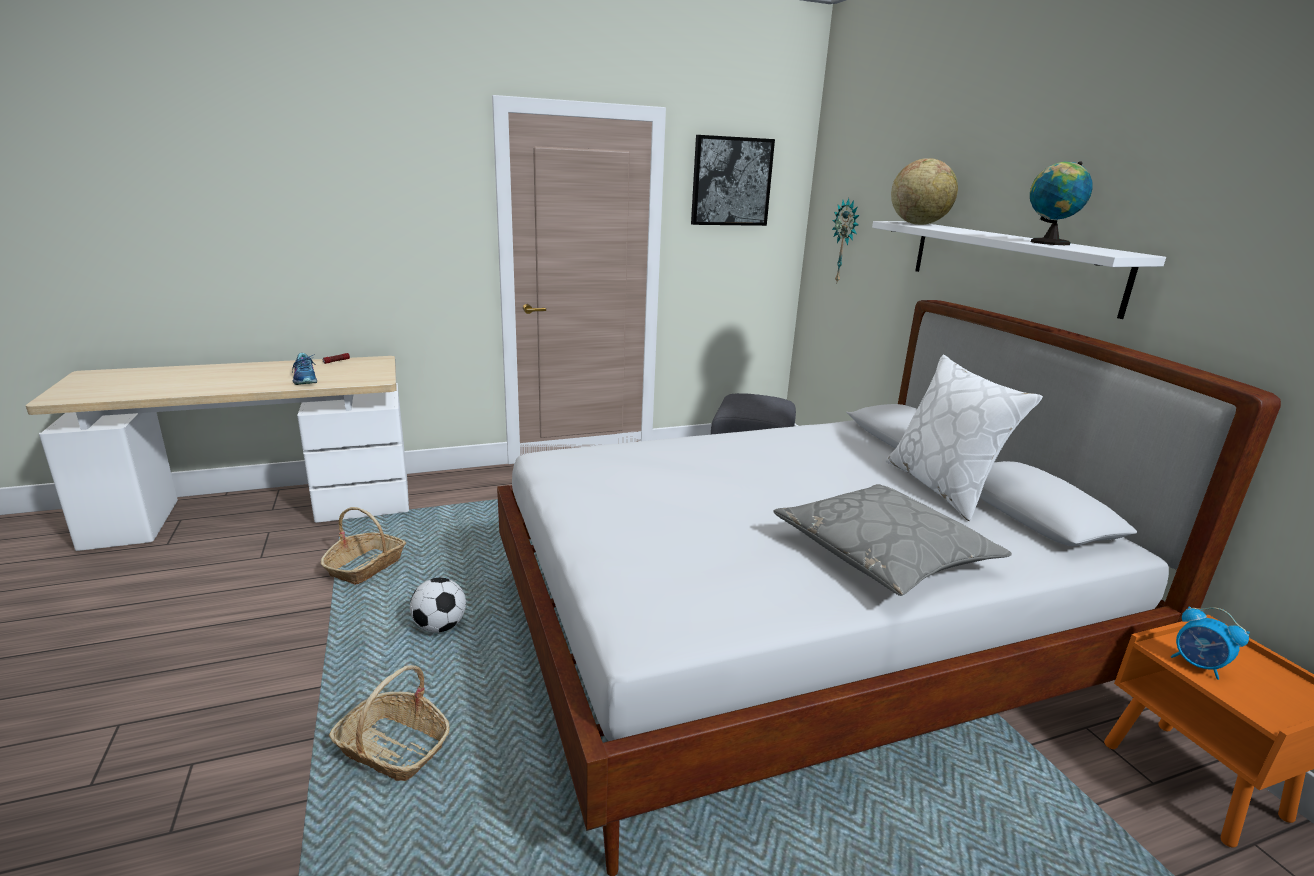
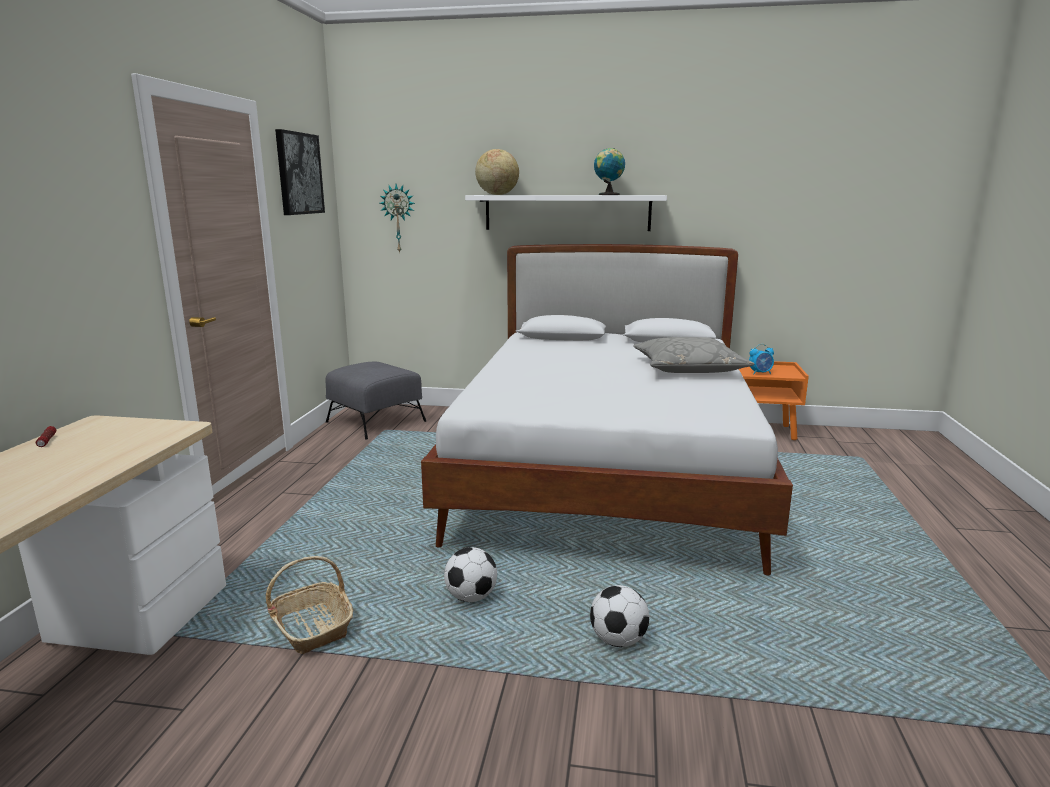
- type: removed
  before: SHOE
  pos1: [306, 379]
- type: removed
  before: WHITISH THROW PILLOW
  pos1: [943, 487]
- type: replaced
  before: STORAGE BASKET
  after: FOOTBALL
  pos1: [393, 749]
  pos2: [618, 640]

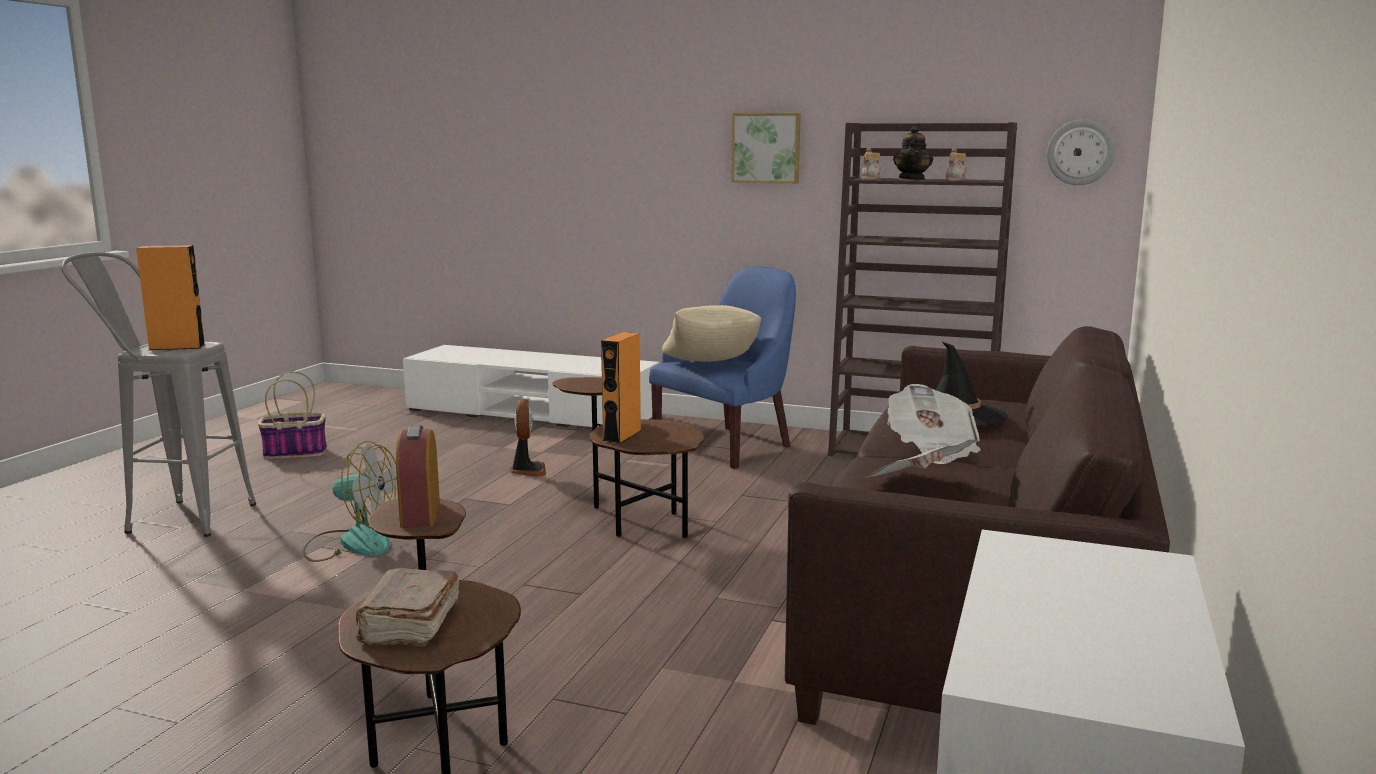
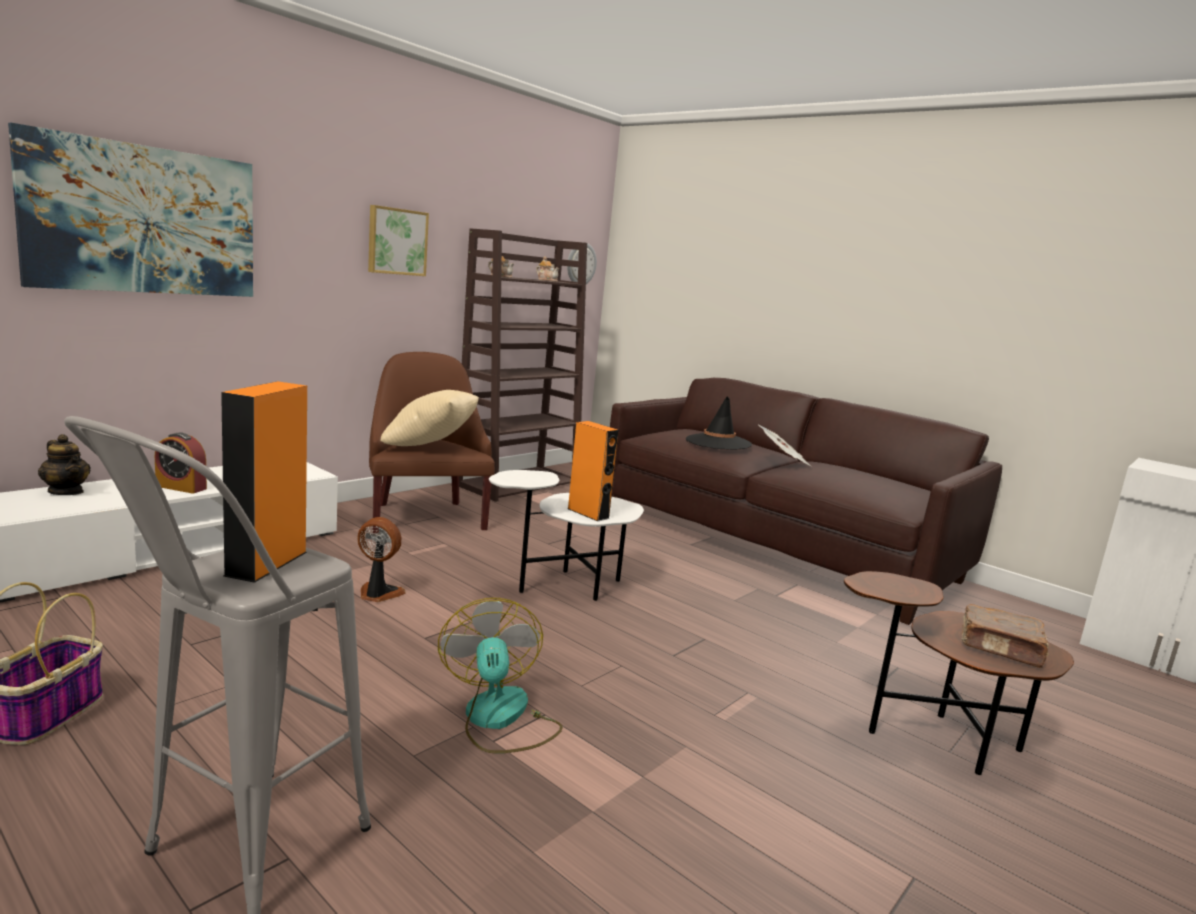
- type: moved
  before: TEA POT
  pos1: [912, 179]
  pos2: [66, 491]
- type: recoloured
  before: BLUE-COLOURED EASY CHAIR
  after: BROWN-COLOURED EASY CHAIR
  pos1: [728, 445]
  pos2: [425, 516]
- type: recoloured
  before: BROWN-COLOURED END TABLE
  after: WHITISH END TABLE
  pos1: [633, 520]
  pos2: [565, 587]
- type: moved
  before: ALARM CLOCK
  pos1: [420, 514]
  pos2: [181, 487]
- type: removed
  before: NEWSPAPER
  pos1: [918, 487]
- type: turned
  before: COOLING FAN
  pos1: [352, 543]
  pos2: [499, 719]
  turn: -45
- type: added
  after: PICTURE
  pos2: [143, 220]

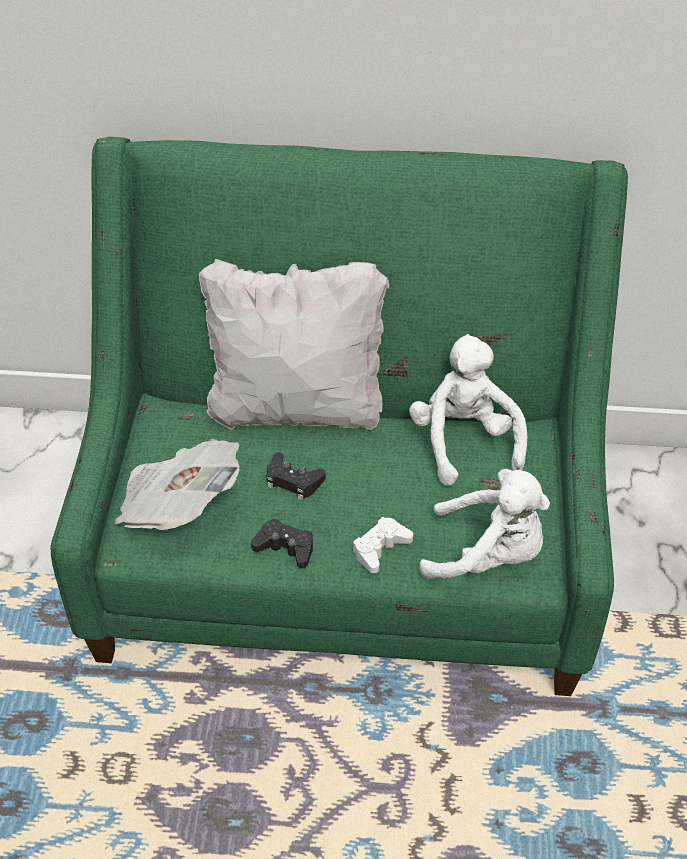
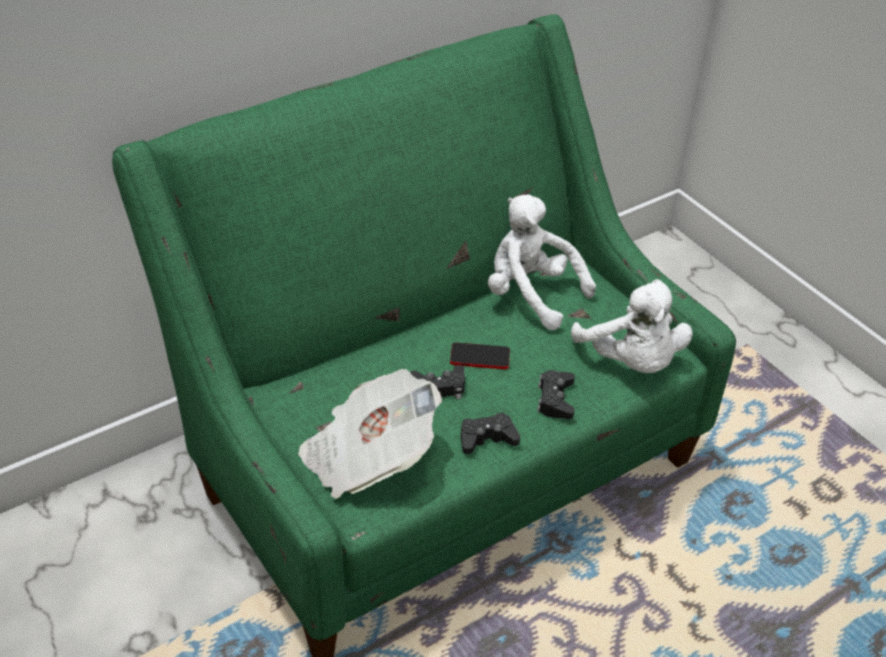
- type: removed
  before: WHITISH THROW PILLOW
  pos1: [296, 408]
- type: turned
  before: WHITISH CUDDLY TOY
  pos1: [488, 555]
  pos2: [631, 362]
  turn: 90
- type: recoloured
  before: WHITISH GAME CONTROLLER
  after: BLACK GAME CONTROLLER
  pos1: [380, 548]
  pos2: [555, 399]
- type: added
  after: PHONE
  pos2: [480, 357]

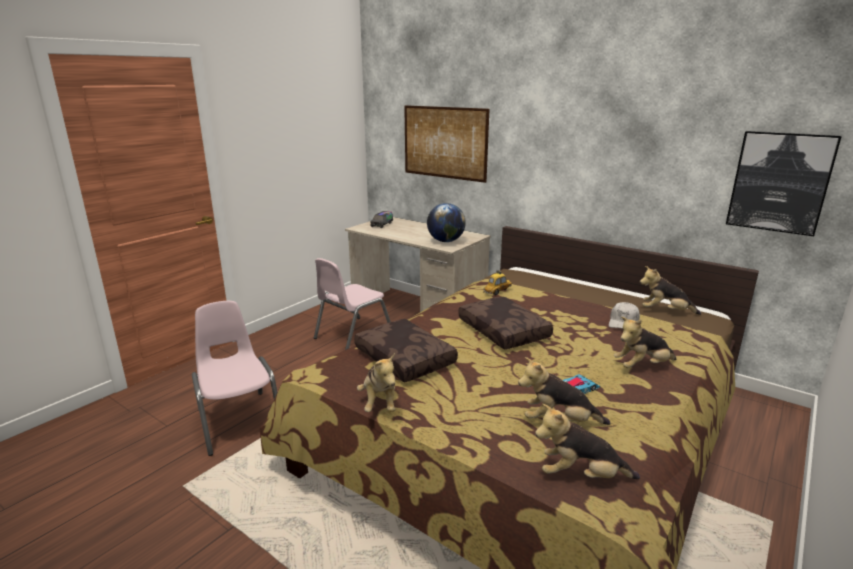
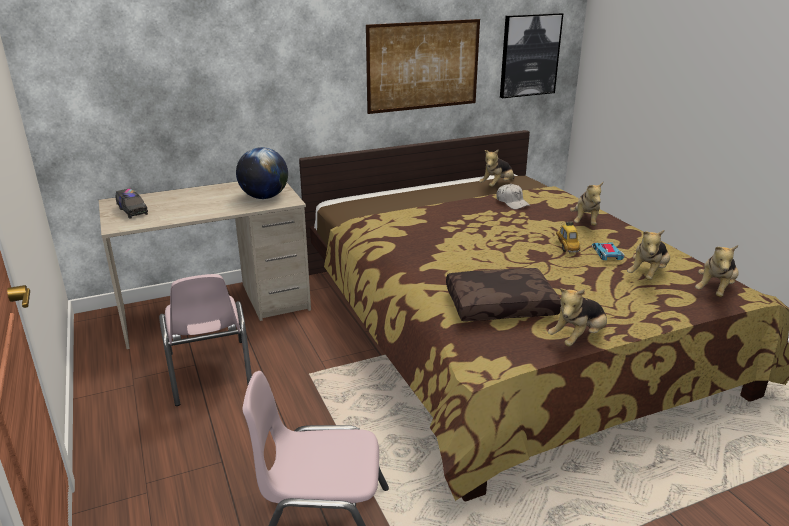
- type: moved
  before: PICTURE
  pos1: [444, 142]
  pos2: [423, 66]
- type: moved
  before: MODEL CAR
  pos1: [498, 291]
  pos2: [566, 247]
- type: removed
  before: BROWN-COLOURED THROW PILLOW
  pos1: [504, 331]
- type: turned
  before: CUDDLY TOY
  pos1: [380, 402]
  pos2: [578, 338]
  turn: 120

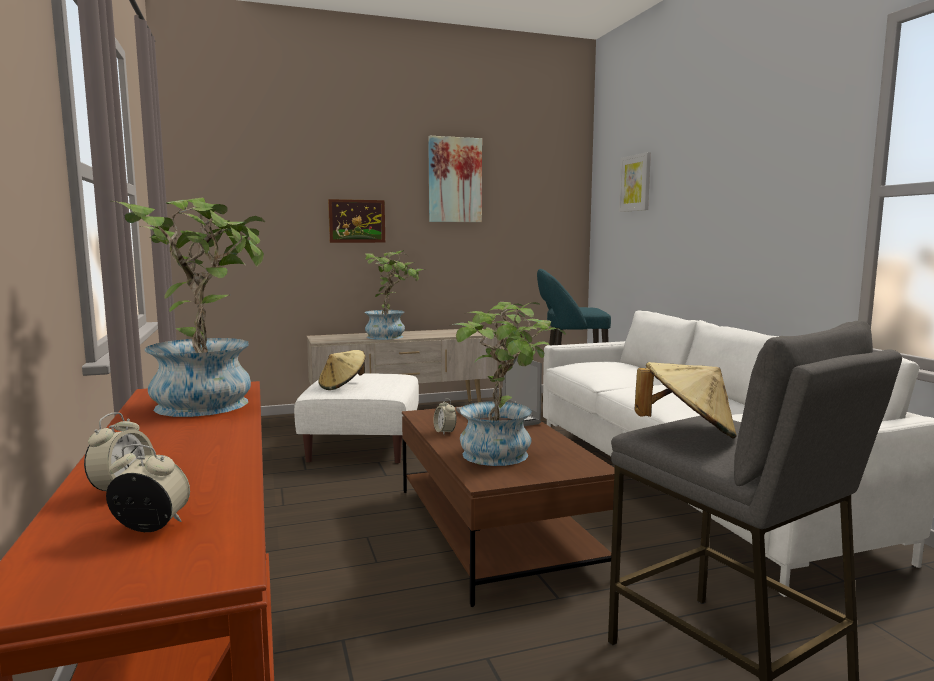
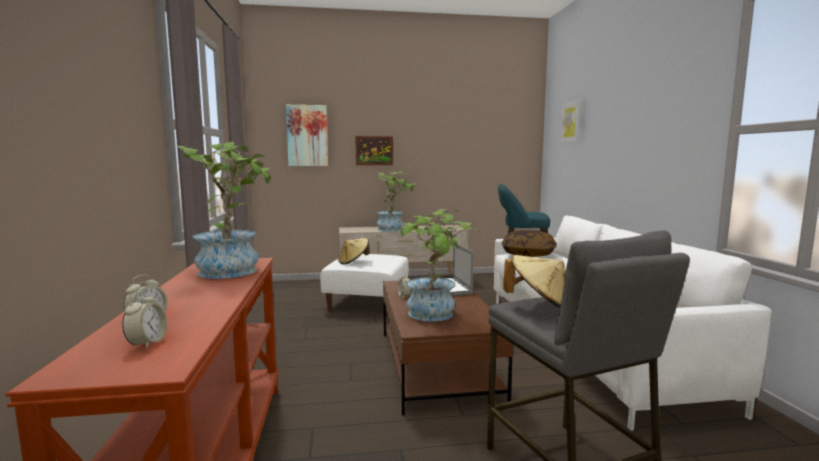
- type: moved
  before: PICTURE
  pos1: [454, 180]
  pos2: [307, 135]
- type: turned
  before: ALARM CLOCK
  pos1: [151, 527]
  pos2: [147, 343]
  turn: 75
- type: added
  after: THROW PILLOW
  pos2: [528, 254]

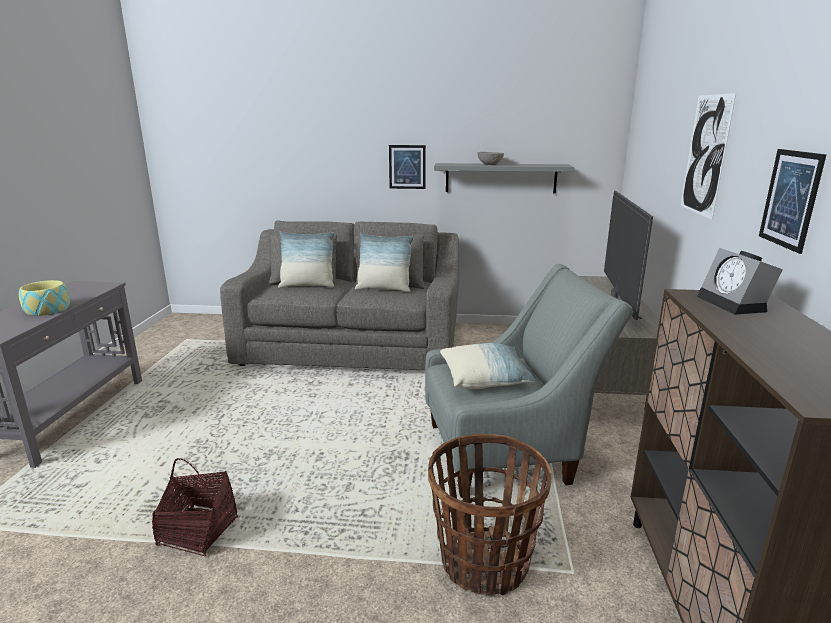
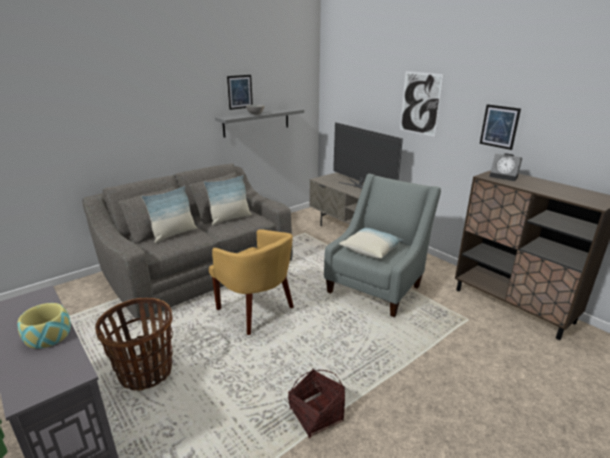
- type: moved
  before: PICTURE
  pos1: [407, 167]
  pos2: [240, 92]
- type: moved
  before: STORAGE BASKET
  pos1: [483, 562]
  pos2: [145, 372]
- type: added
  after: YELLOWISH EASY CHAIR
  pos2: [256, 311]

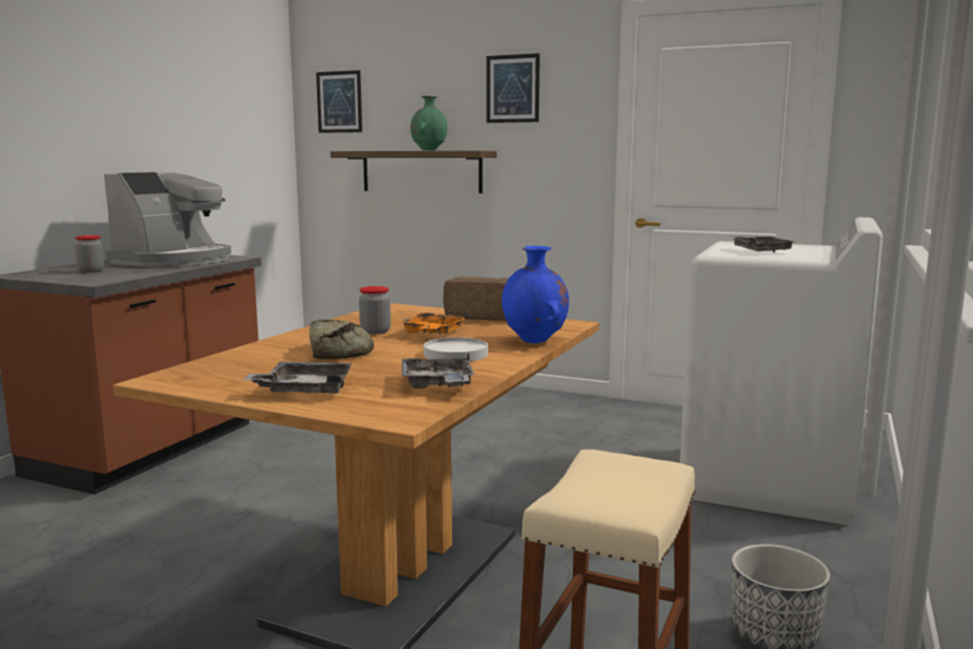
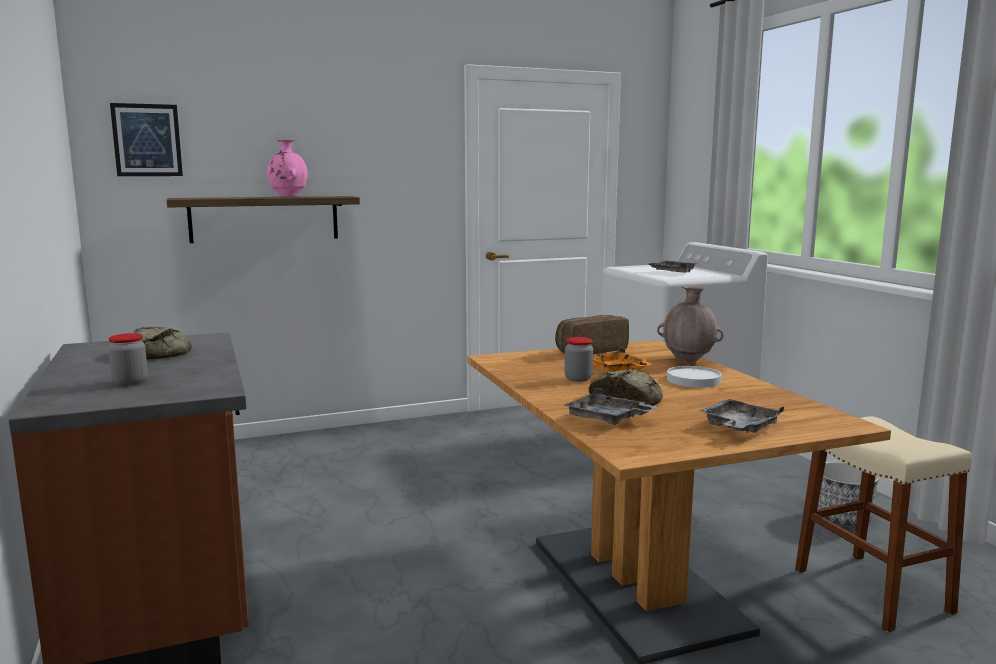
- type: removed
  before: PICTURE
  pos1: [512, 88]
- type: recoloured
  before: GREENISH DECORATIVE VASE
  after: PINK-COLOURED DECORATIVE VASE
  pos1: [429, 150]
  pos2: [288, 197]
- type: replaced
  before: COFFEE MACHINE
  after: BAKED BREAD
  pos1: [174, 261]
  pos2: [161, 352]
- type: recoloured
  before: BLUE-COLOURED DECORATIVE VASE
  after: BROWN-COLOURED DECORATIVE VASE
  pos1: [535, 341]
  pos2: [688, 360]
- type: moved
  before: GRAY CARRYING TRAY
  pos1: [437, 385]
  pos2: [608, 419]

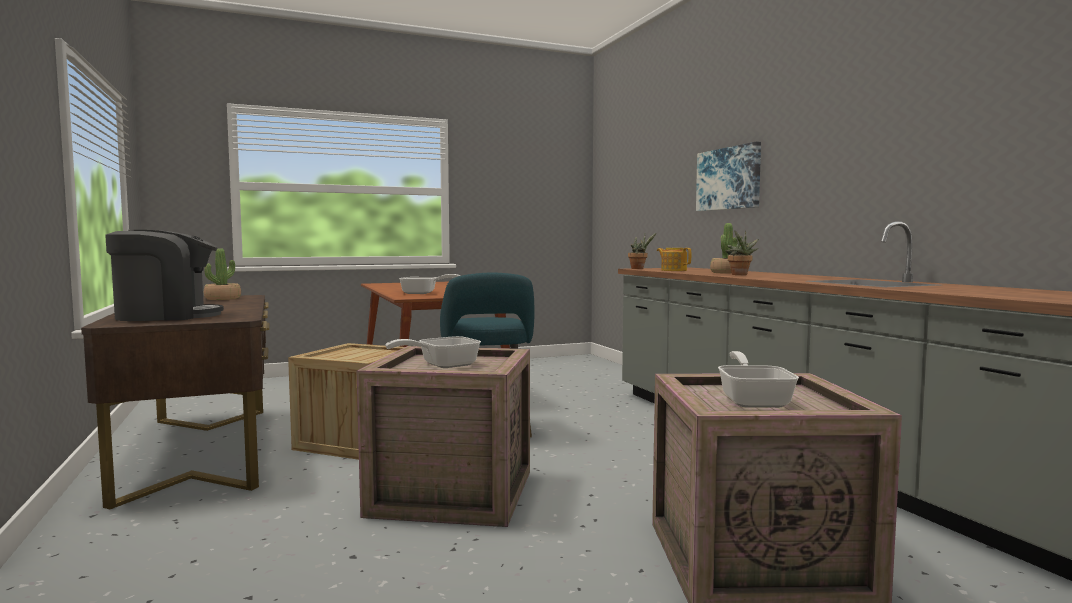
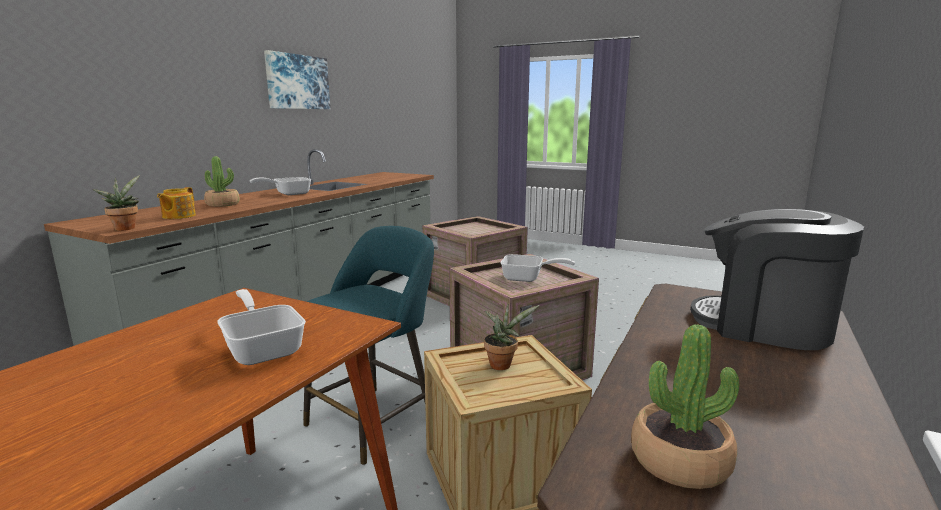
- type: moved
  before: PICTURE
  pos1: [729, 178]
  pos2: [297, 82]
- type: moved
  before: POTTED PLANT
  pos1: [740, 275]
  pos2: [502, 364]
- type: moved
  before: SKILLET
  pos1: [753, 400]
  pos2: [288, 194]

